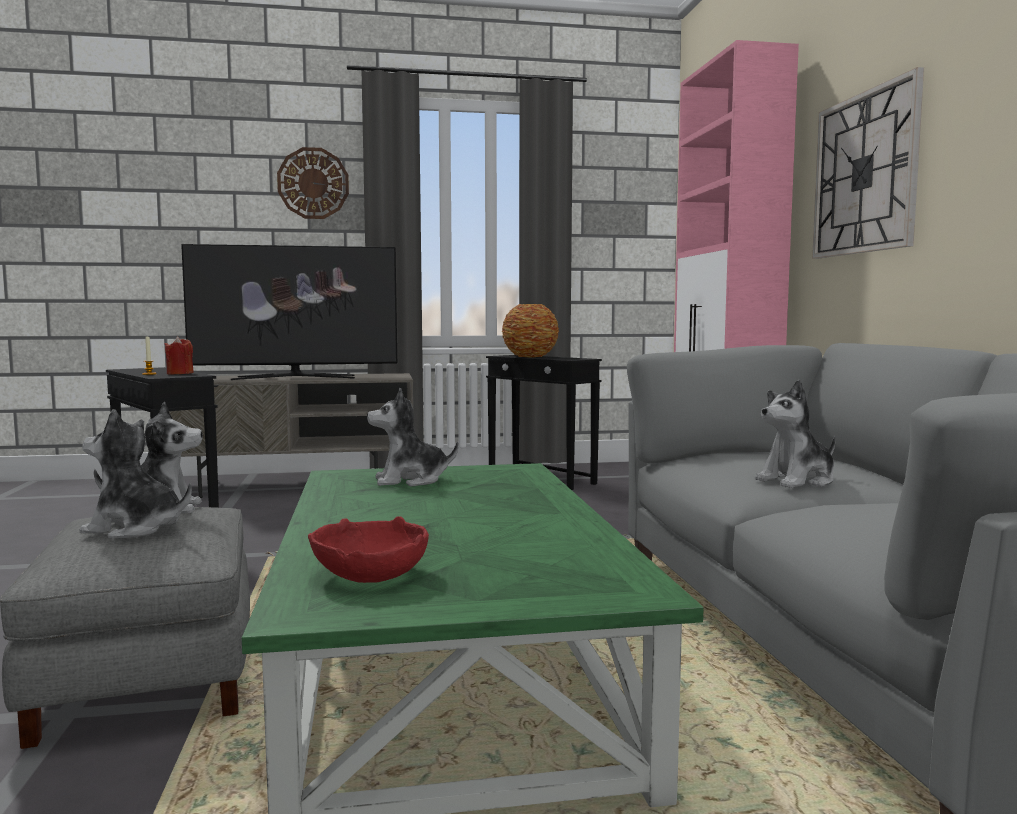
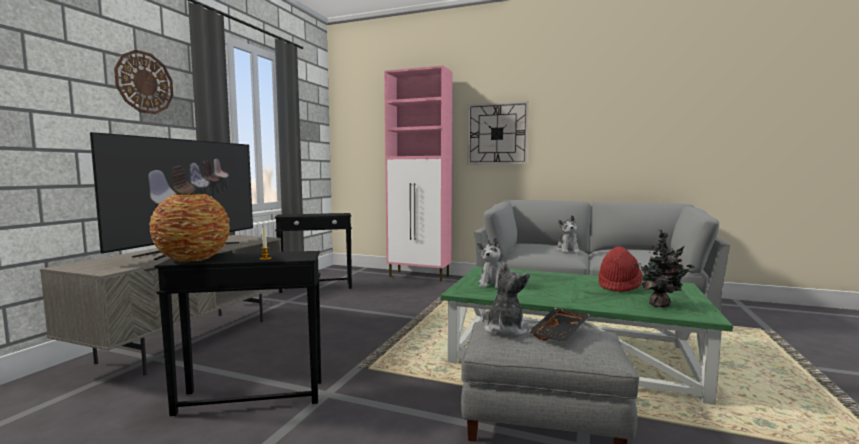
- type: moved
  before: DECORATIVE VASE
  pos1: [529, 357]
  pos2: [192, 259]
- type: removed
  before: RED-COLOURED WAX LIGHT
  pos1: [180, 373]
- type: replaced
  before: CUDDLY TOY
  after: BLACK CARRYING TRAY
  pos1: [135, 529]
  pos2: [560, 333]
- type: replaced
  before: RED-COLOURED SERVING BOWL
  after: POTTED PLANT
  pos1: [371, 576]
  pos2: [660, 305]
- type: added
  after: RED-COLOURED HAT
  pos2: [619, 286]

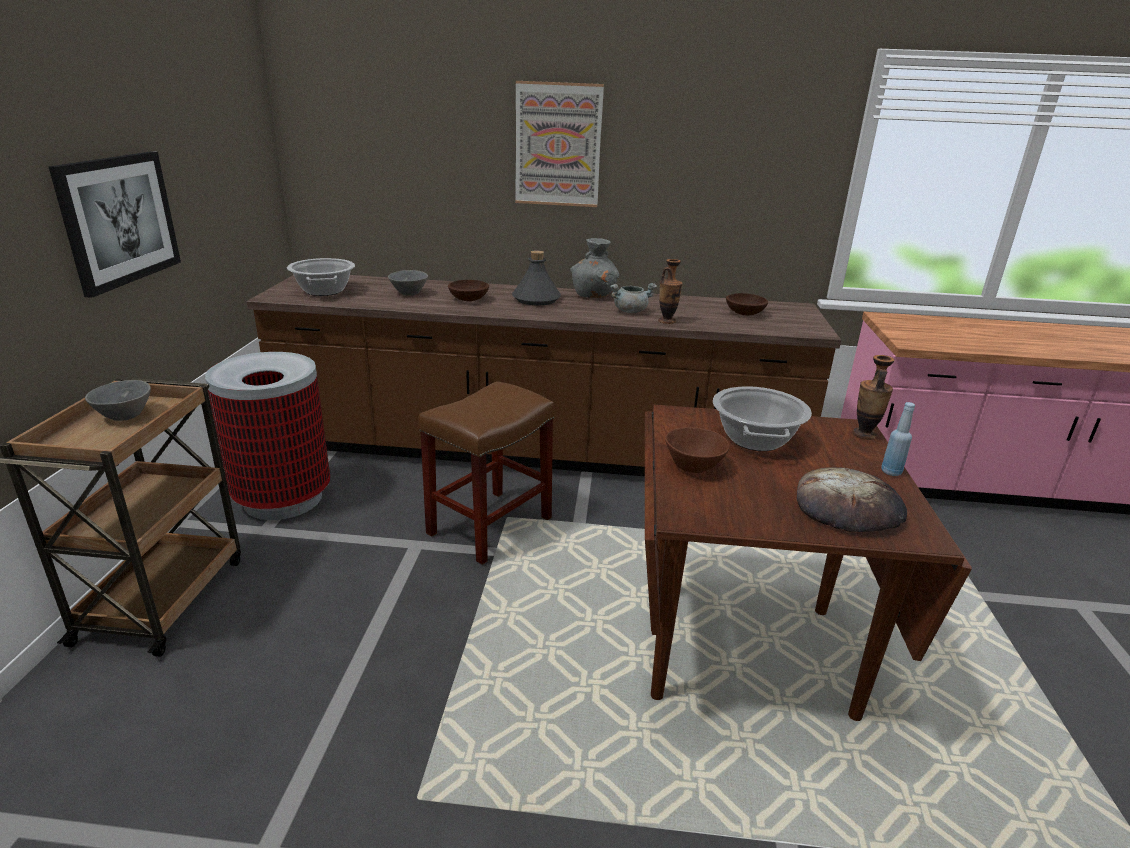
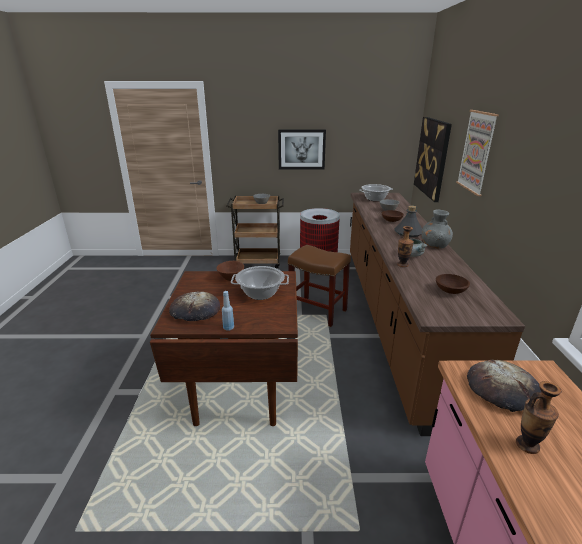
- type: moved
  before: DECORATIVE VASE
  pos1: [864, 434]
  pos2: [527, 445]
- type: added
  after: PICTURE
  pos2: [432, 157]
- type: added
  after: BAKED BREAD
  pos2: [503, 389]

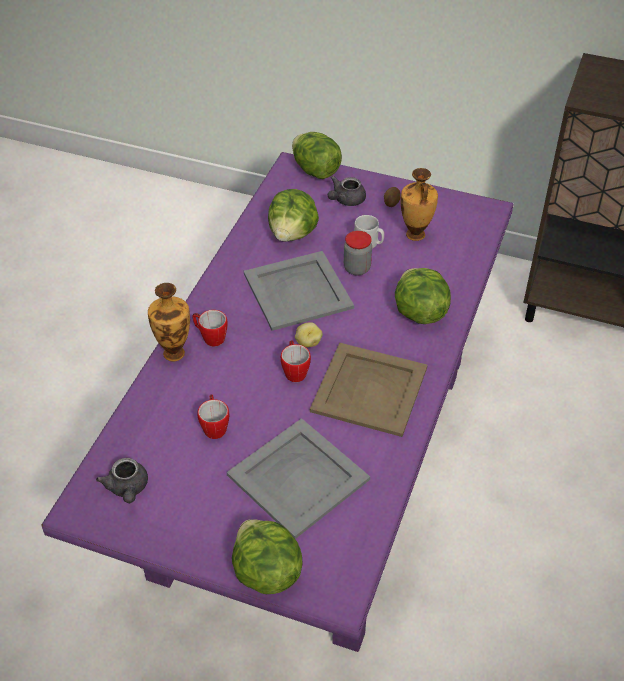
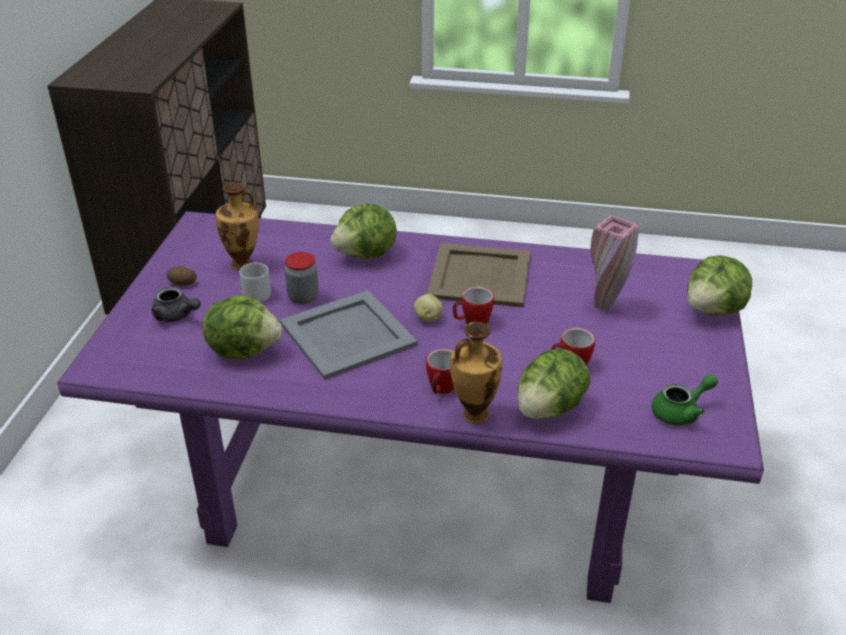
- type: moved
  before: HEAD OF LETTUCE
  pos1: [315, 170]
  pos2: [549, 408]
- type: replaced
  before: GRAY CARRYING TRAY
  after: PINK-COLOURED DECORATIVE VASE
  pos1: [297, 477]
  pos2: [605, 306]
- type: recoloured
  before: GRAY TEA POT
  after: GREENISH TEA POT
  pos1: [127, 489]
  pos2: [681, 412]

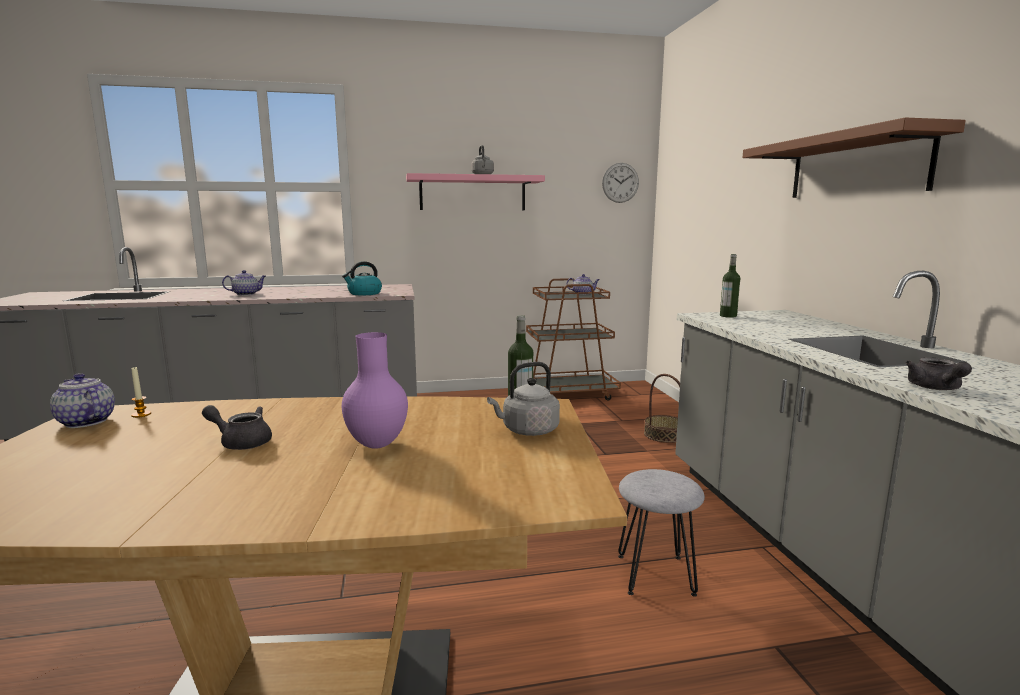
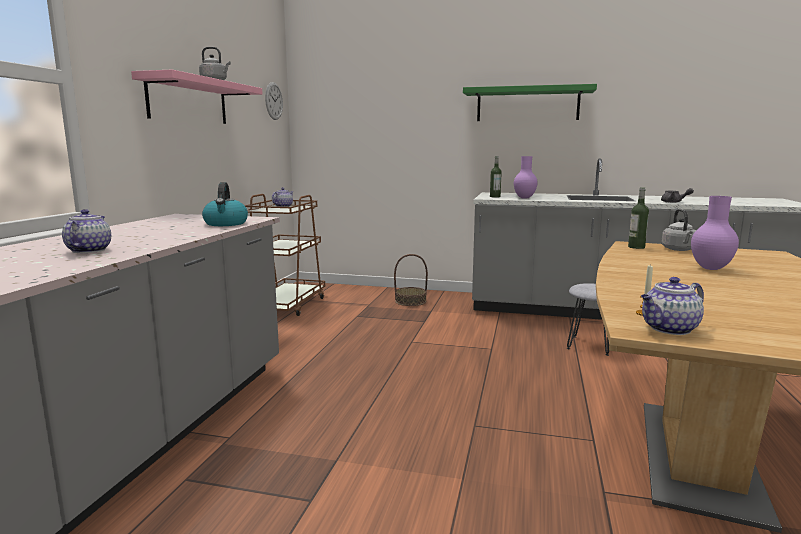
- type: recoloured
  before: BROWN-COLOURED BRACKET SHELF
  after: GREENISH BRACKET SHELF
  pos1: [856, 166]
  pos2: [527, 104]
- type: removed
  before: GRAY TEA POT
  pos1: [241, 442]
- type: added
  after: PURPLE-COLOURED DECORATIVE VASE
  pos2: [525, 198]

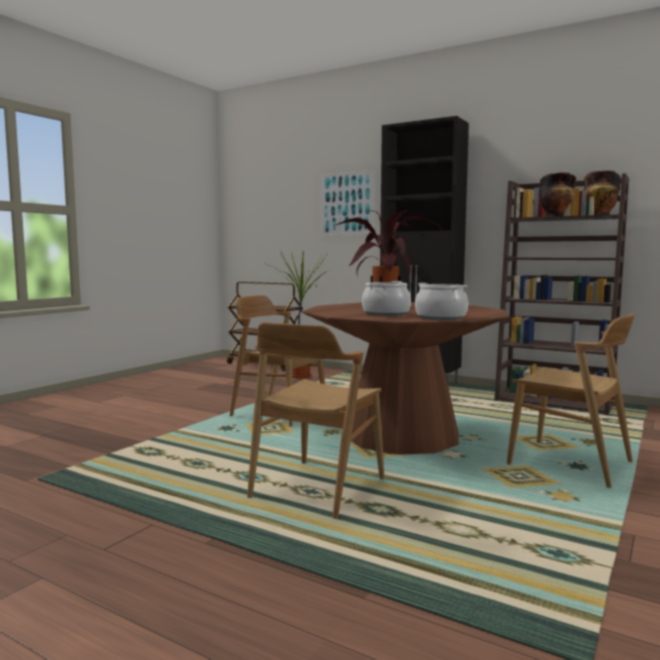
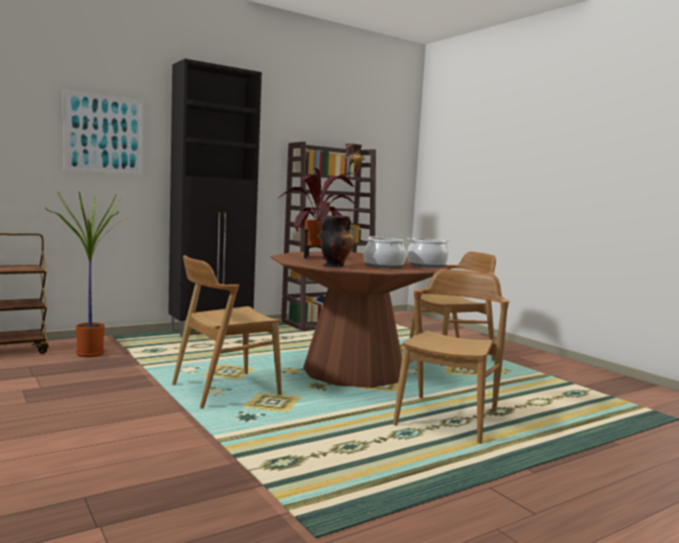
- type: moved
  before: DECORATIVE VASE
  pos1: [556, 216]
  pos2: [334, 265]
- type: turned
  before: BROWN-COLOURED UPRIGHT CHAIR
  pos1: [317, 488]
  pos2: [447, 419]
  turn: -120

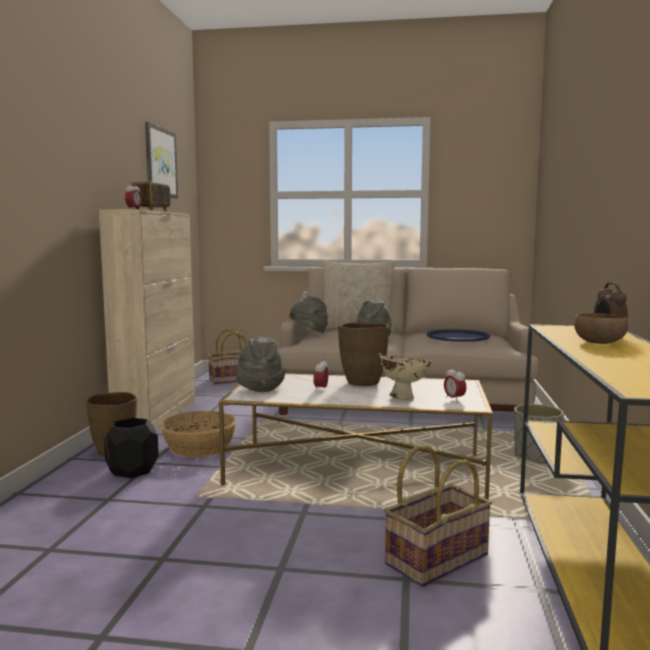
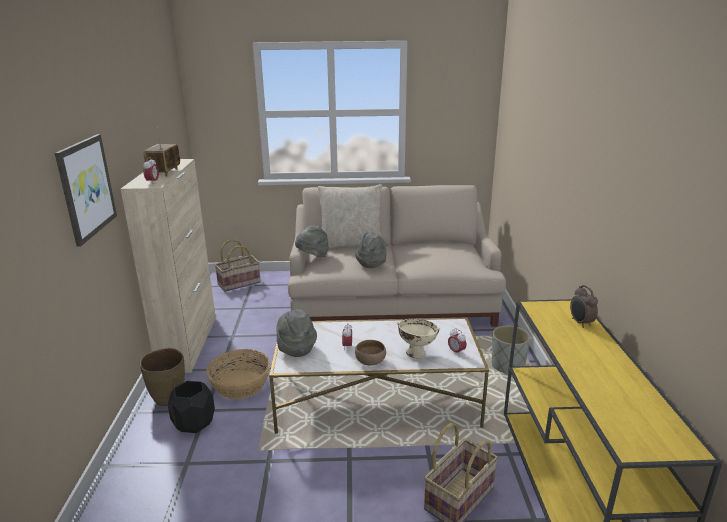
- type: moved
  before: PICTURE
  pos1: [160, 162]
  pos2: [86, 188]
- type: moved
  before: BROWN-COLOURED SERVING BOWL
  pos1: [599, 343]
  pos2: [370, 361]
- type: removed
  before: BROWN-COLOURED DECORATIVE VASE
  pos1: [362, 383]
- type: removed
  before: BLUE-COLOURED CARRYING TRAY
  pos1: [457, 337]

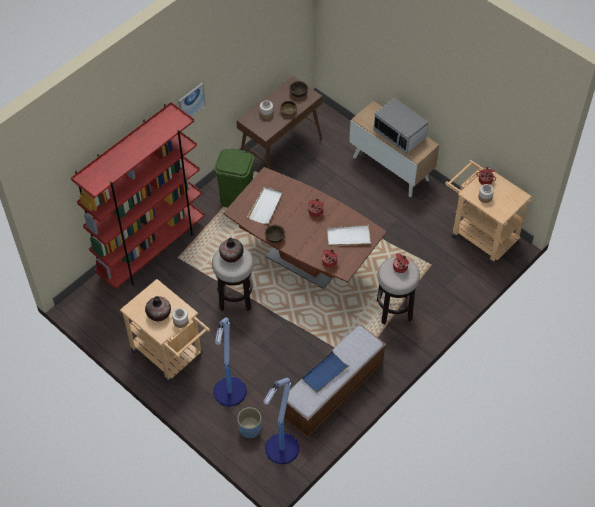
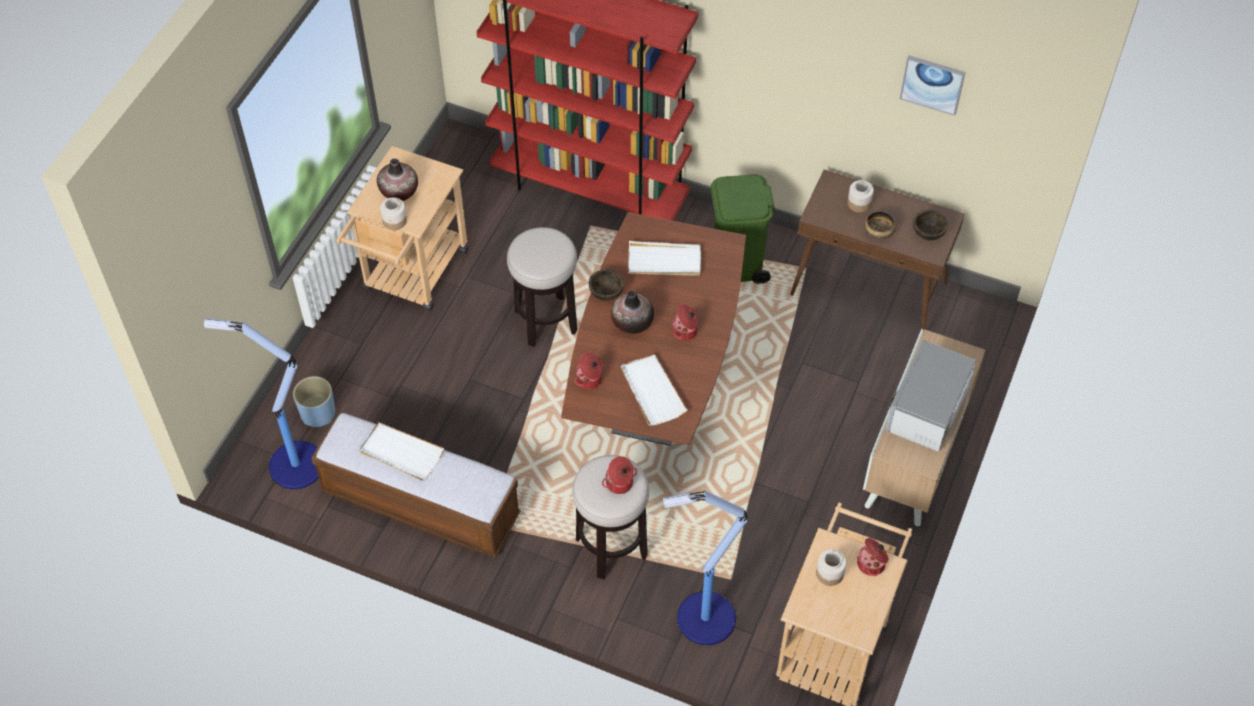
- type: moved
  before: PICTURE
  pos1: [191, 102]
  pos2: [932, 84]
- type: moved
  before: DECORATIVE VASE
  pos1: [231, 256]
  pos2: [632, 323]
- type: moved
  before: STANDING LAMP
  pos1: [229, 393]
  pos2: [703, 619]
- type: recoloured
  before: BLUE-COLOURED CARRYING TRAY
  after: WHITISH CARRYING TRAY
  pos1: [325, 373]
  pos2: [401, 453]

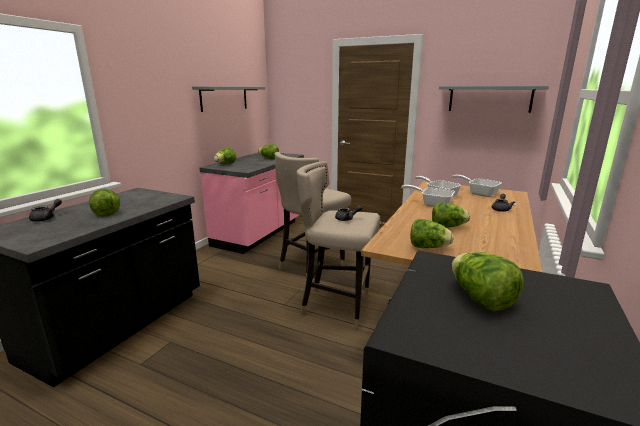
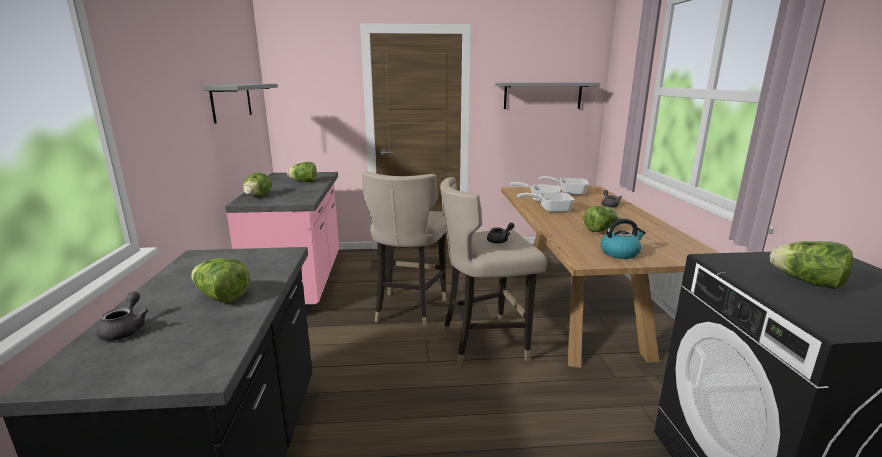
- type: replaced
  before: HEAD OF LETTUCE
  after: KETTLE
  pos1: [428, 247]
  pos2: [620, 253]

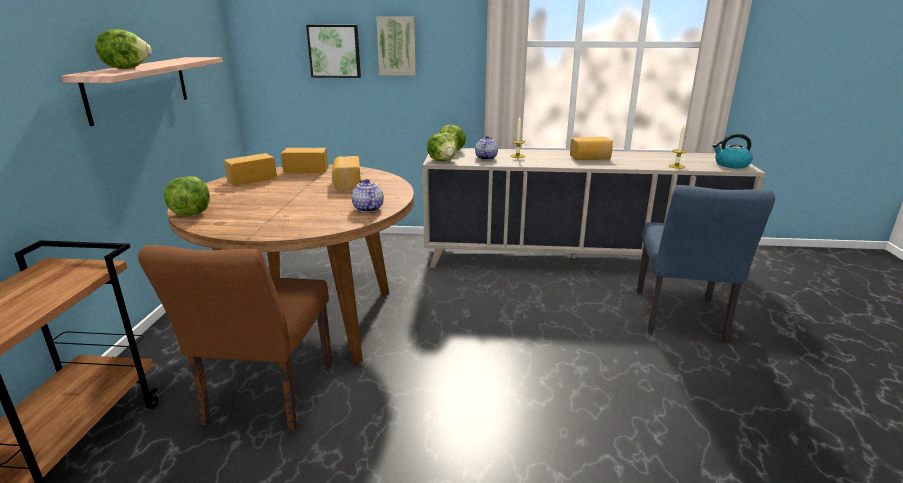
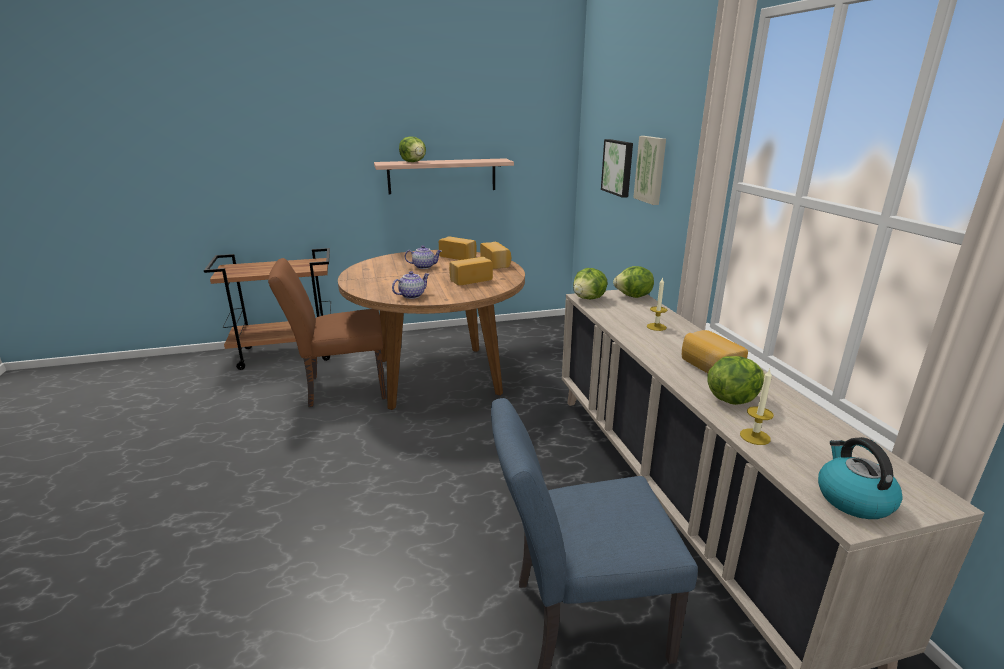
- type: moved
  before: TEA POT
  pos1: [485, 158]
  pos2: [424, 266]
- type: moved
  before: HEAD OF LETTUCE
  pos1: [191, 213]
  pos2: [731, 399]

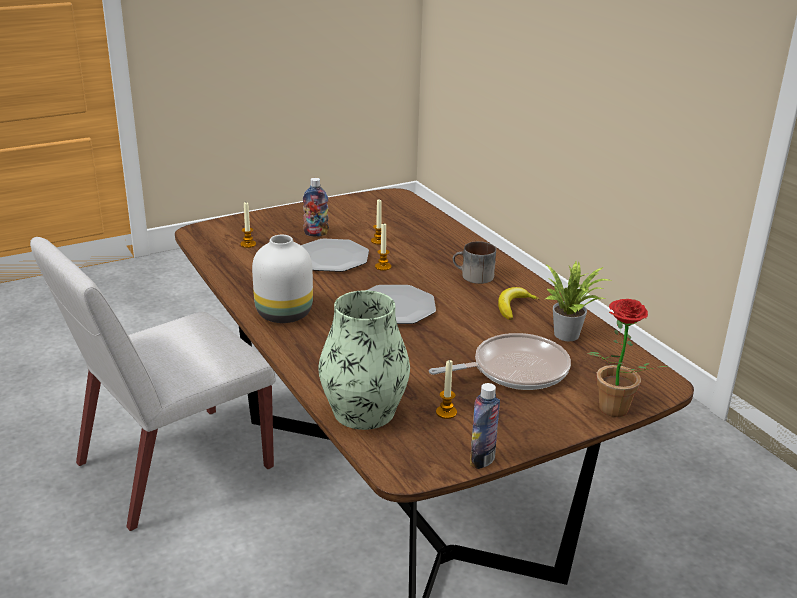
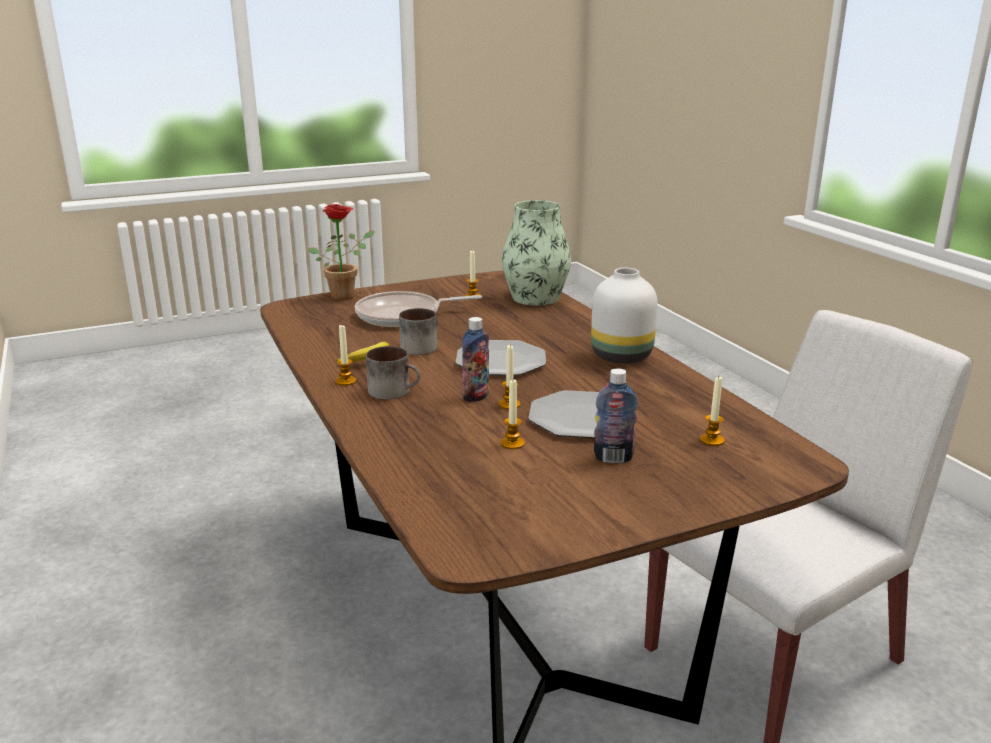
- type: removed
  before: POTTED PLANT
  pos1: [570, 334]
- type: moved
  before: DRINK BOTTLE
  pos1: [482, 459]
  pos2: [476, 396]
- type: added
  after: MUG
  pos2: [420, 346]
- type: added
  after: WAX LIGHT
  pos2: [345, 381]

